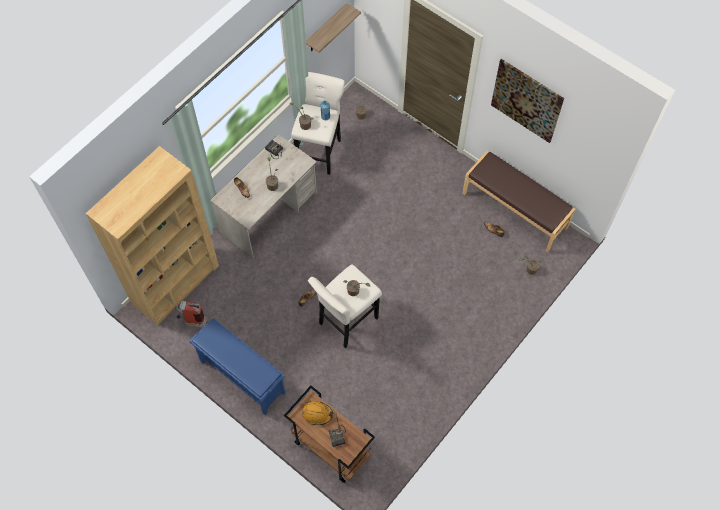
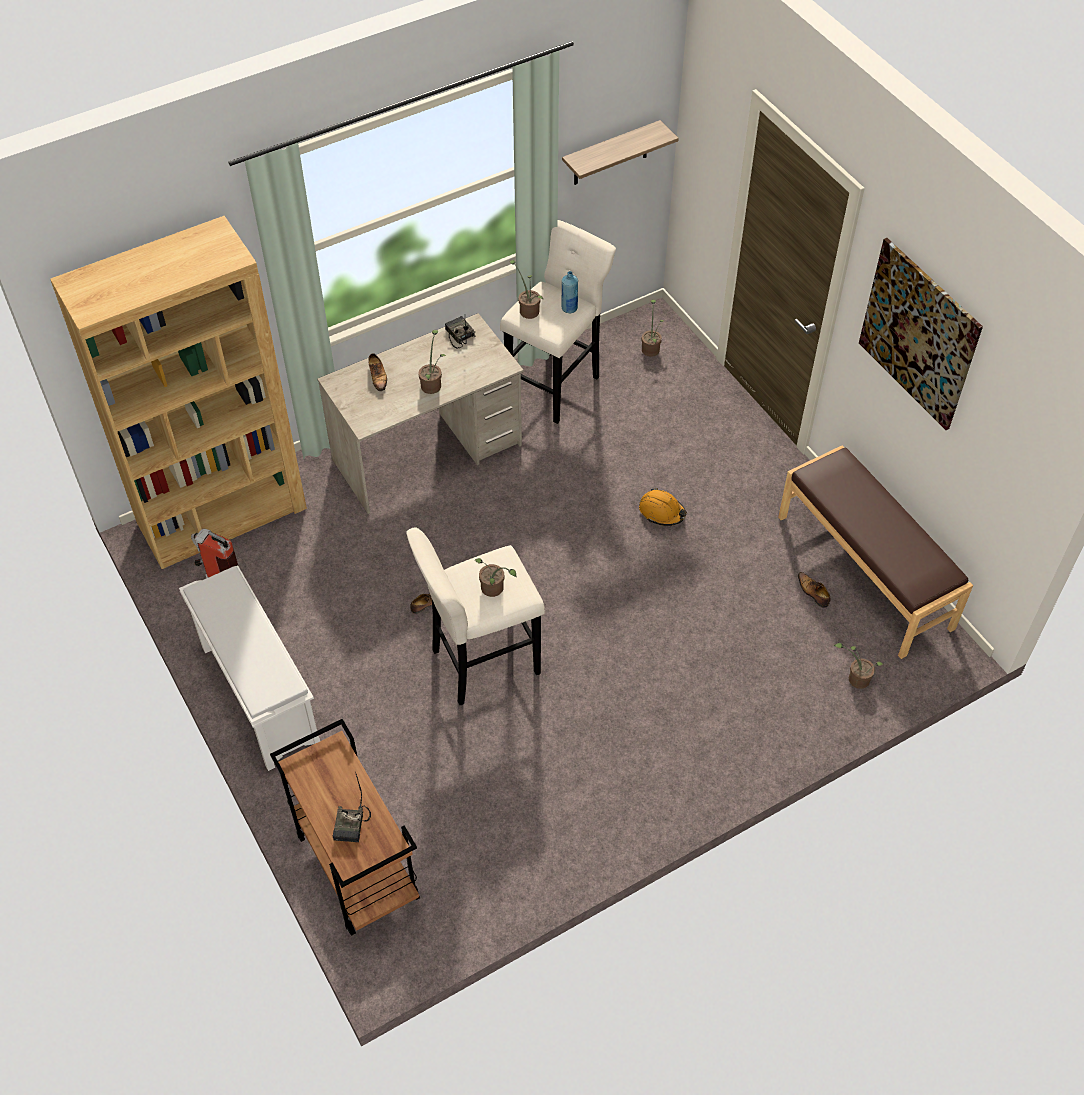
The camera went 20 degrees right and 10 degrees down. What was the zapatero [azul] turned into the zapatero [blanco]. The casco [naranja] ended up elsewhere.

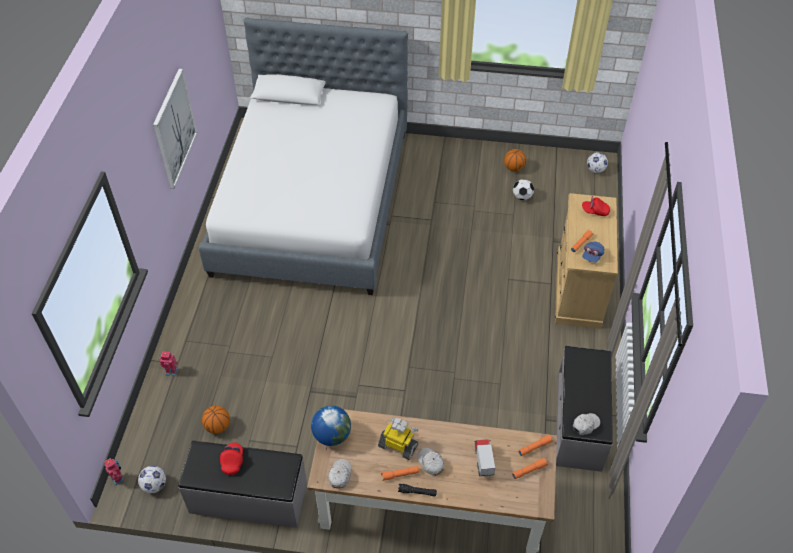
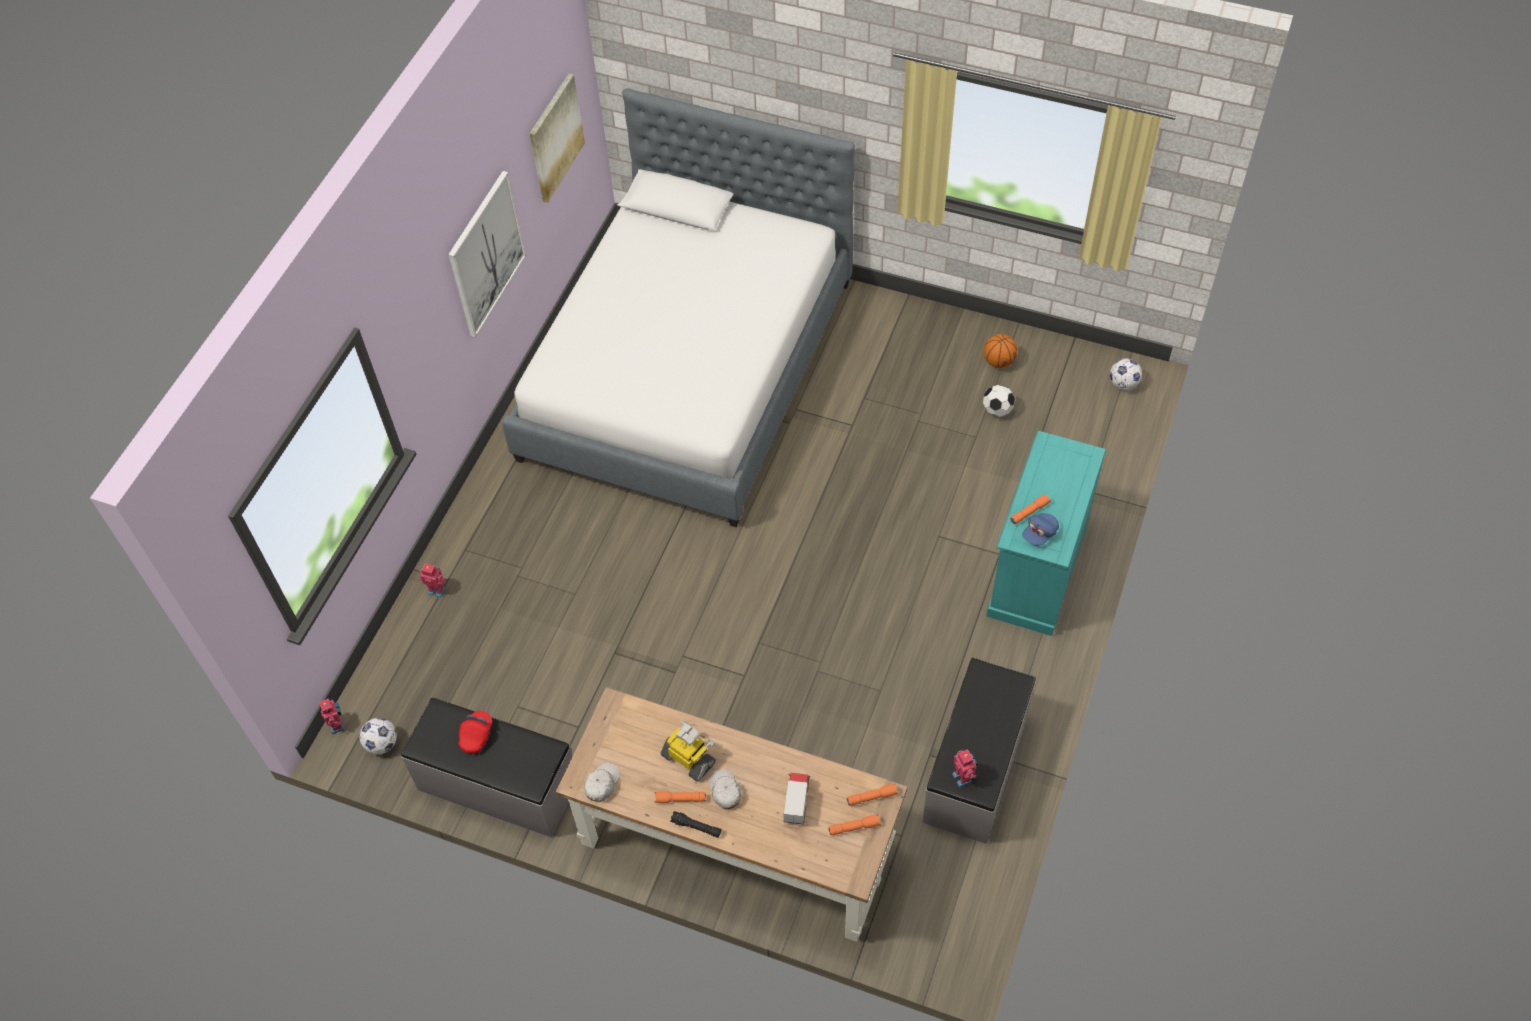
The camera went 15 degrees right and 5 degrees up. The second view lost the balón de baloncesto (no. 1 from left). The second view lost the globo terráqueo. What was the cómoda [beis] turned into the cómoda [turquesa]. Where the gorra [blanco] (no. 3 from left) stood, the robot de juguete (no. 4 from left) came to stand. The second view lost the gorra [rojo] (no. 2 from left). The second view gained the cuadro (no. 2 from left).

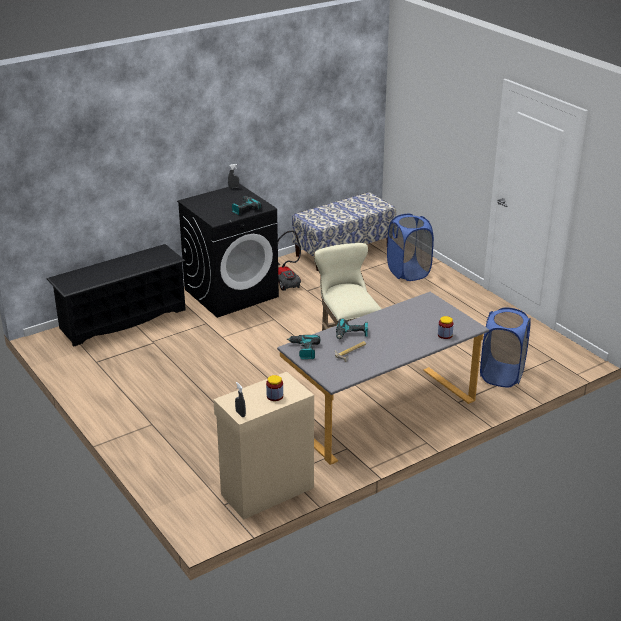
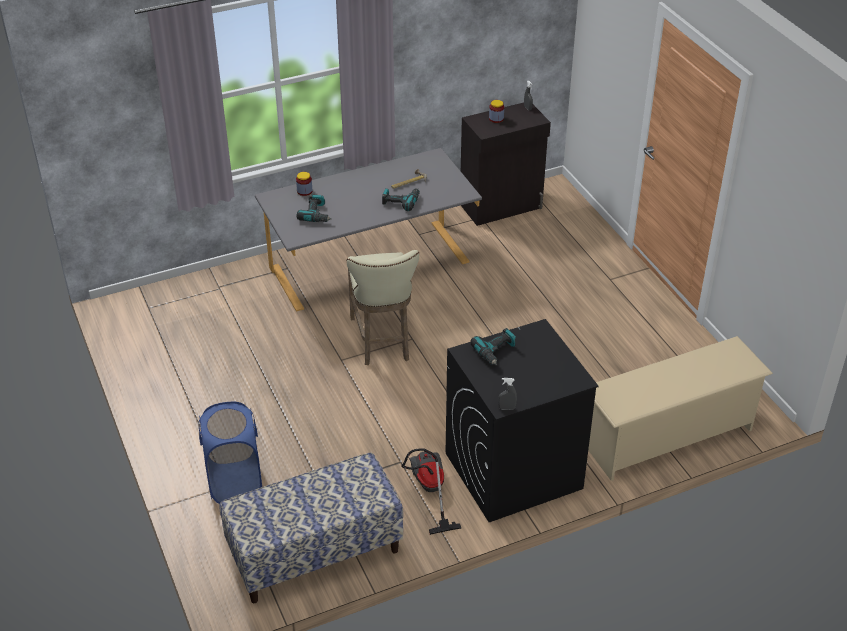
The camera went 170 degrees left and 10 degrees up. What was the zapatero [negro] turned into the zapatero [beis]. What was the armario [beis] turned into the armario [negro]. The taladro (no. 2 from left in the first image) ended up elsewhere. The second view lost the cesto de la ropa [azul] (no. 2 from left).

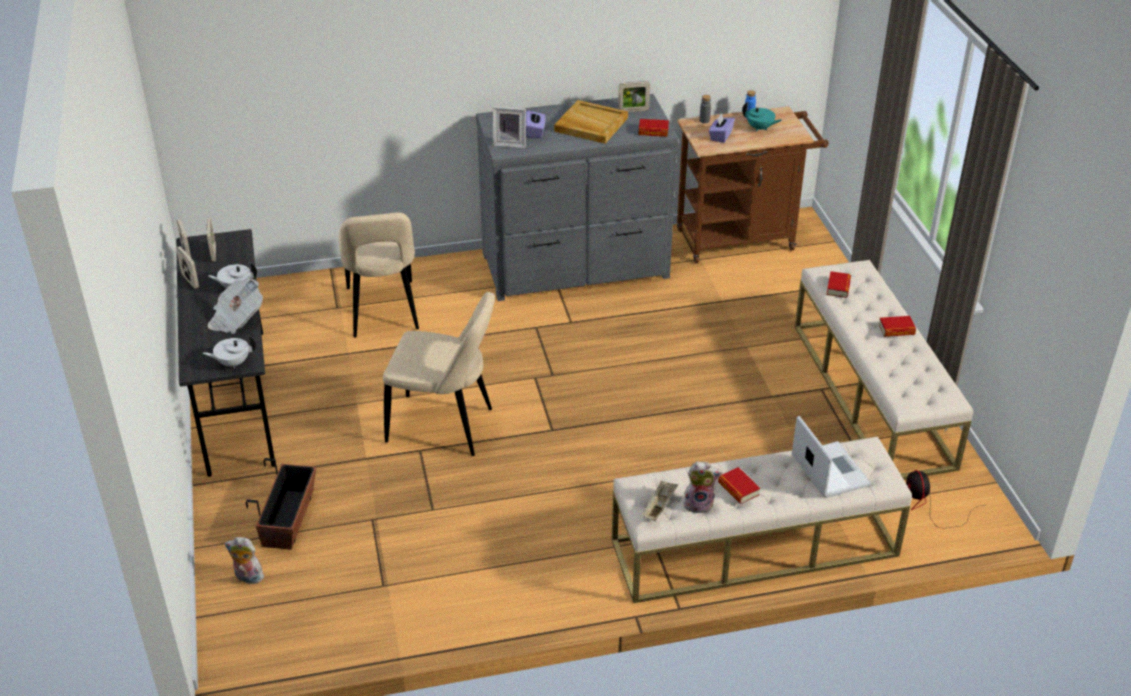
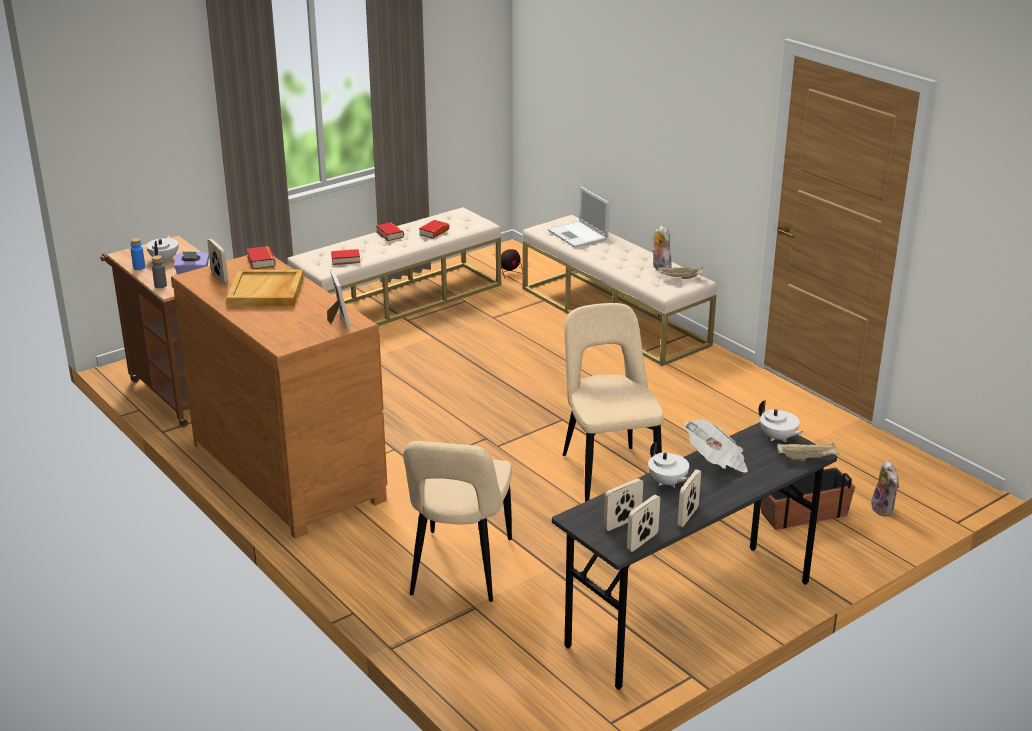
The camera went 115 degrees left and 10 degrees down. The silla [beis] (no. 1 from left) ended up facing another way, 135 degrees clockwise from before. What was the cómoda [gris] turned into the cómoda [marrón]. The second view lost the caja de pañuelos [morado] (no. 1 from left). The libro (no. 2 from left in the first image) ended up elsewhere. What was the tetera [turquesa] turned into the tetera [blanco] (no. 1 from left). The portátil ended up facing another way, 75 degrees counterclockwise from before. The second view gained the bandeja [beis] (no. 3 from left).

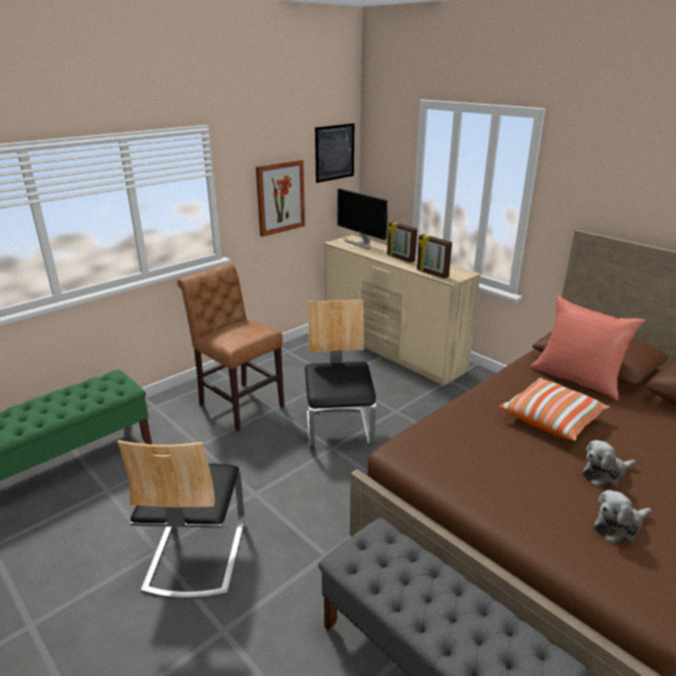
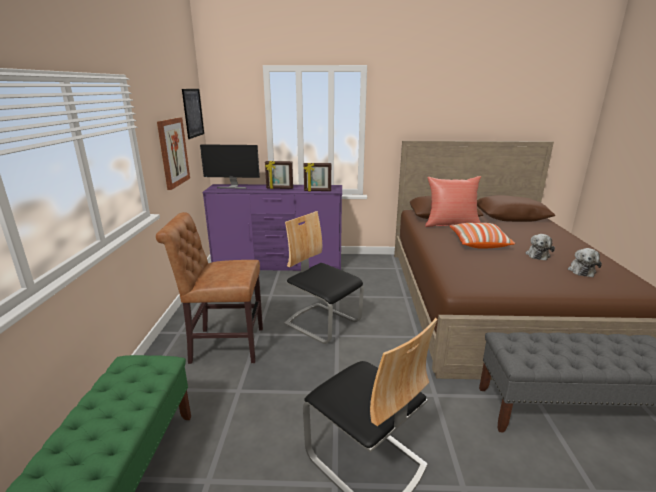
The camera went 45 degrees left and 5 degrees down. What was the cómoda [beis] turned into the cómoda [morado].

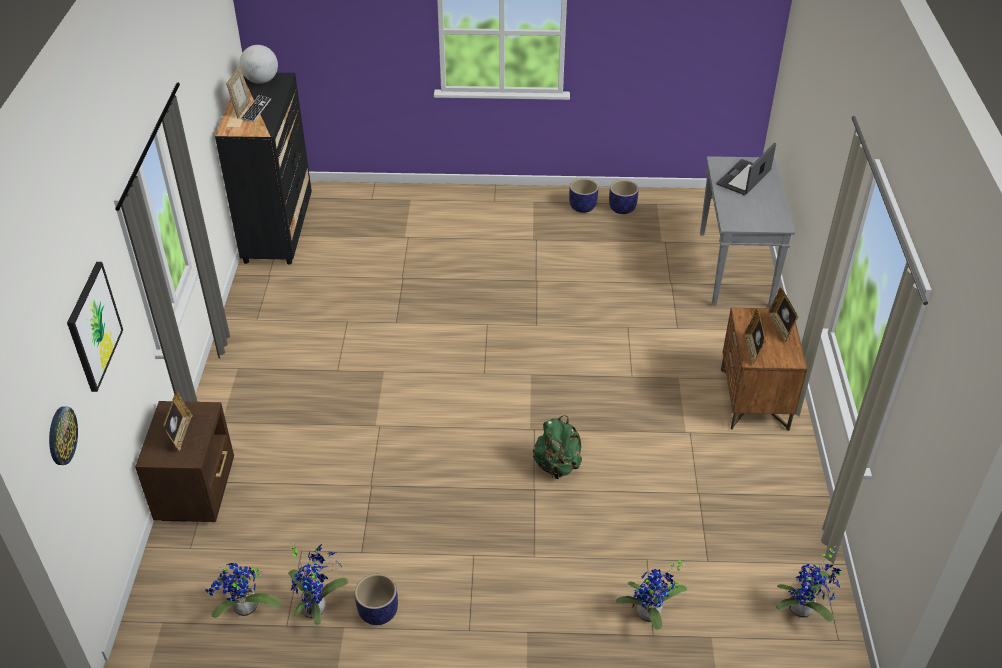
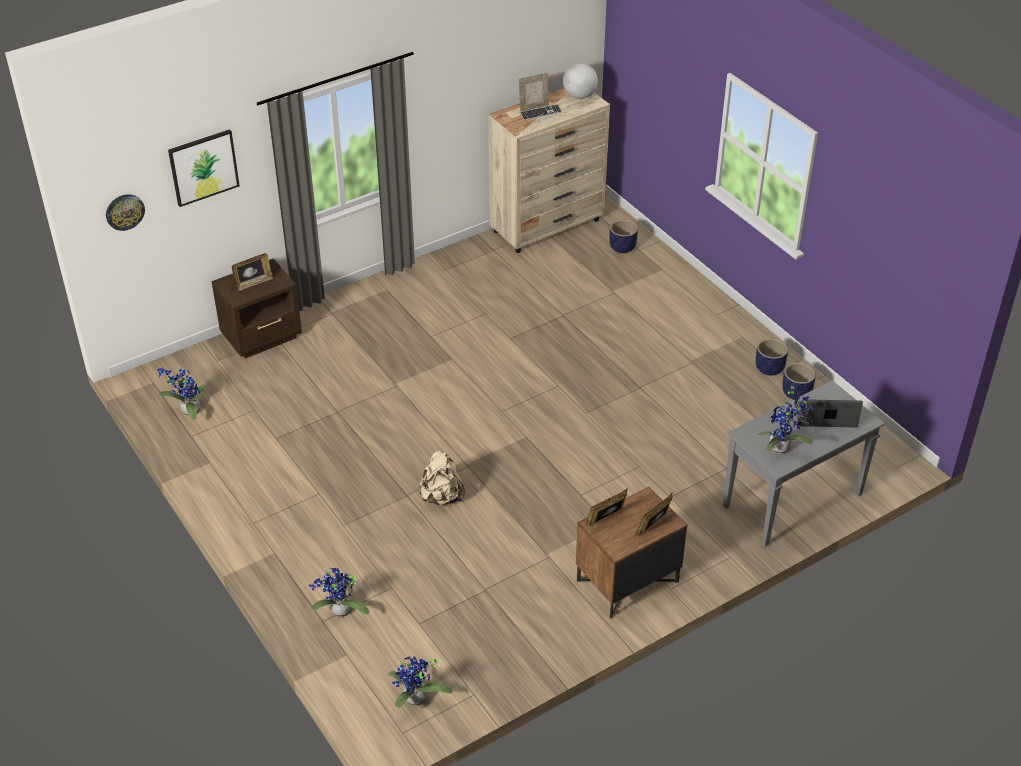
The camera went 55 degrees right and 0 degrees up. What was the cómoda [negro] turned into the cómoda [beis]. The planta en maceta (no. 2 from left in the first image) ended up elsewhere. The maceta (no. 1 from left) ended up elsewhere. What was the mochila [verde] turned into the mochila [beis].

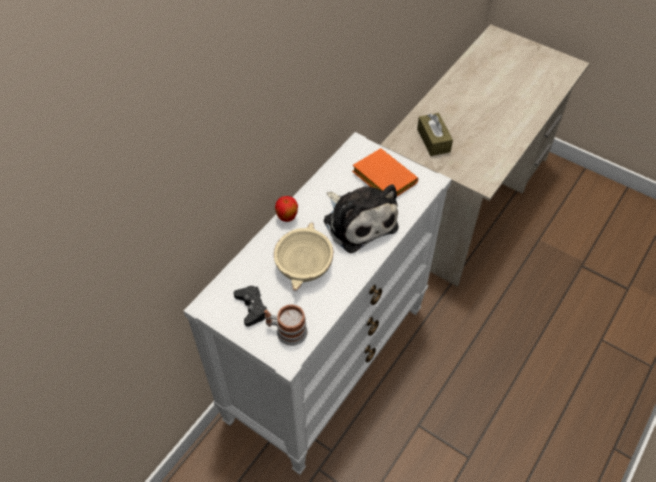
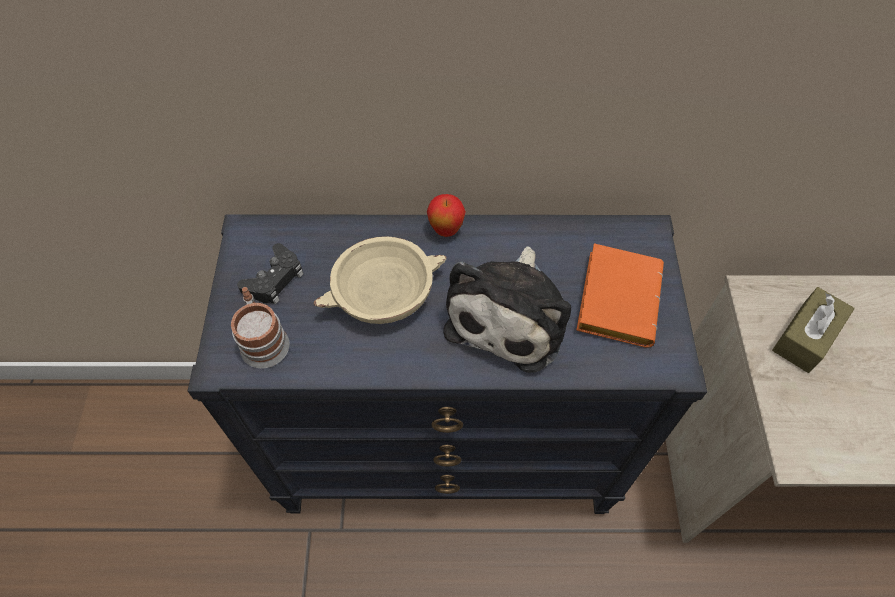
The camera went 55 degrees right and 5 degrees up. What was the cómoda [blanco] turned into the cómoda [negro].

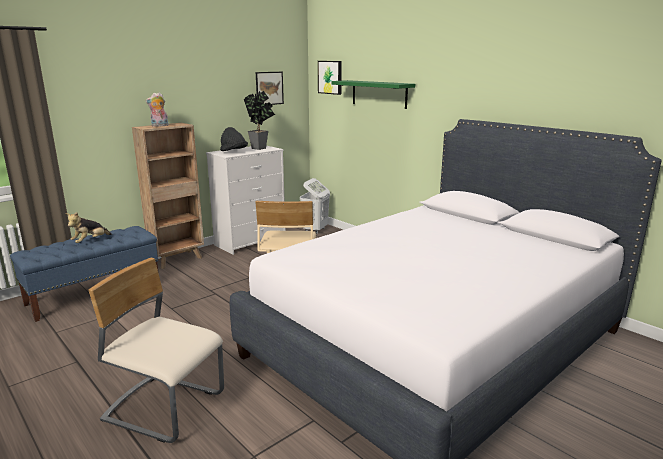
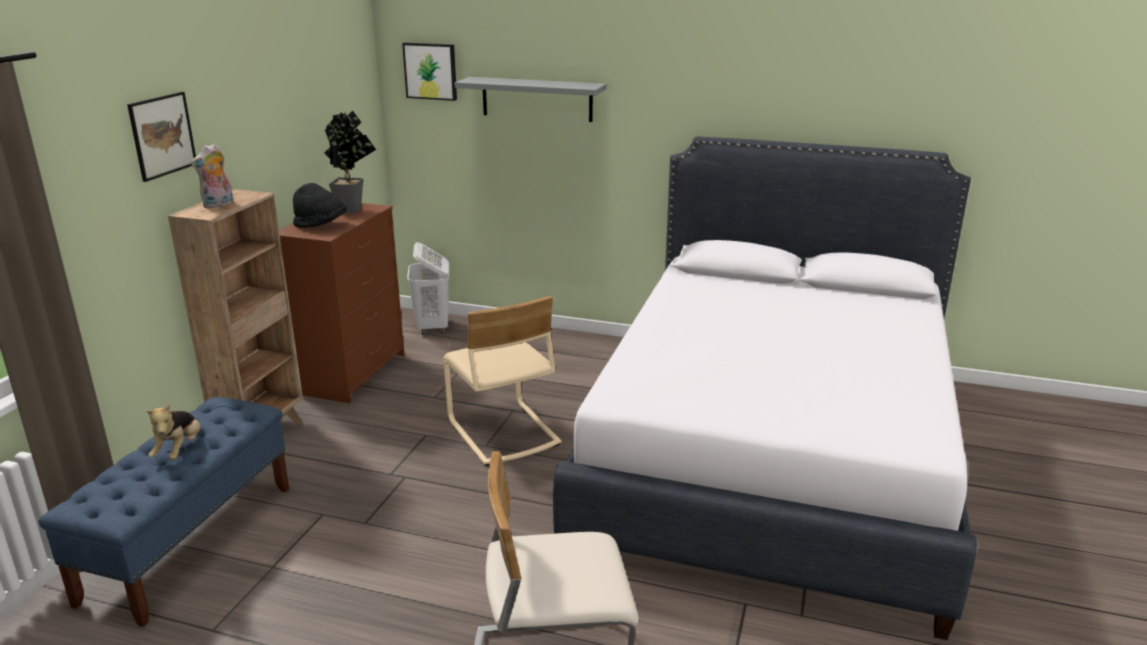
The camera went 30 degrees left and 5 degrees up. What was the cómoda [blanco] turned into the cómoda [marrón]. The cuadro (no. 1 from left) ended up elsewhere. What was the estante [verde] turned into the estante [gris].

